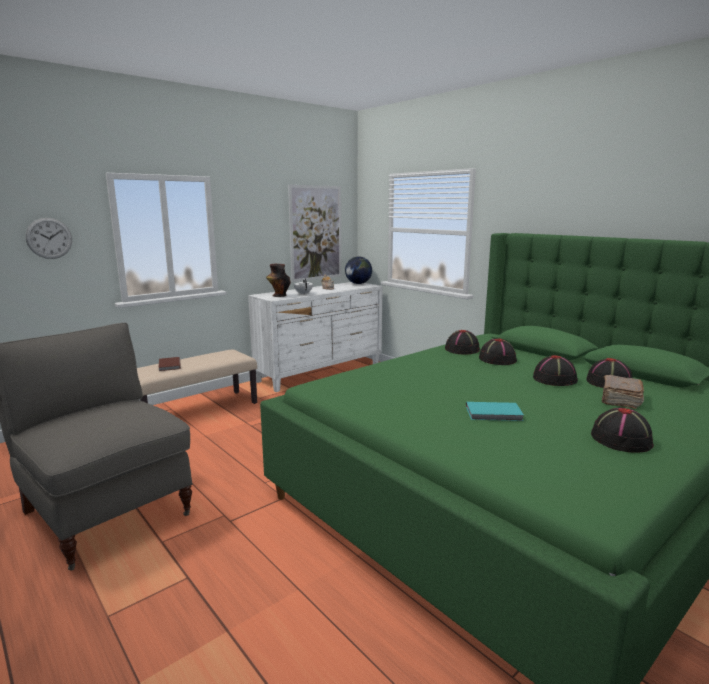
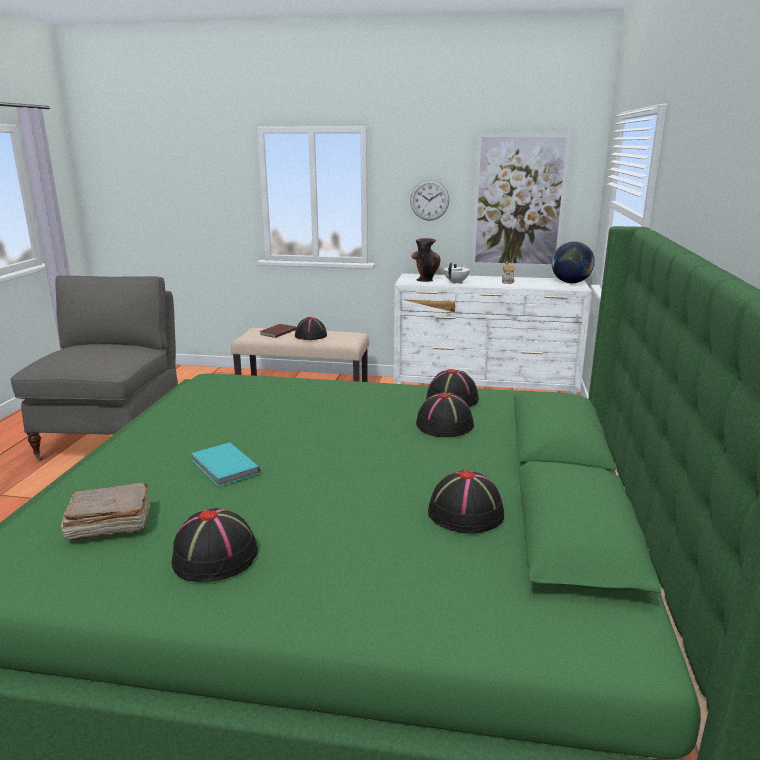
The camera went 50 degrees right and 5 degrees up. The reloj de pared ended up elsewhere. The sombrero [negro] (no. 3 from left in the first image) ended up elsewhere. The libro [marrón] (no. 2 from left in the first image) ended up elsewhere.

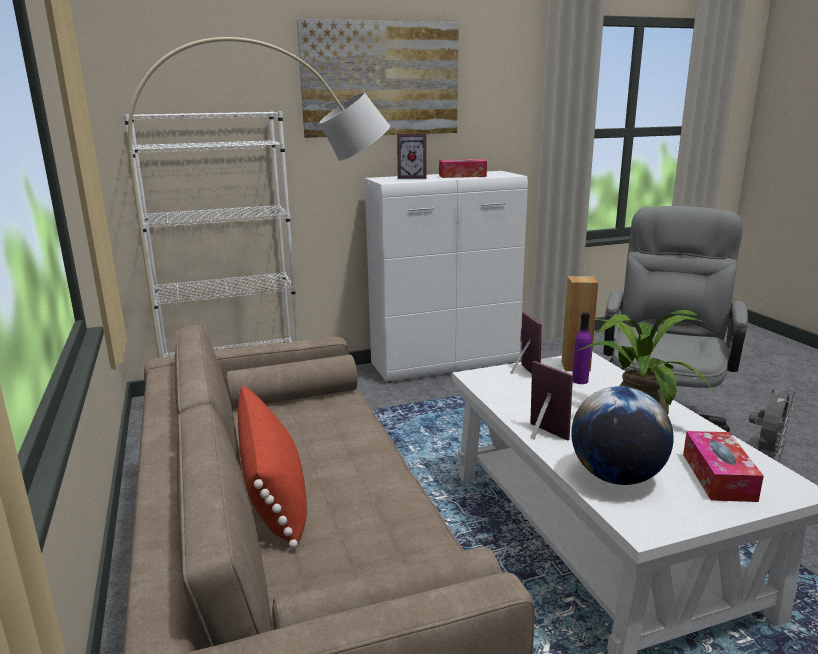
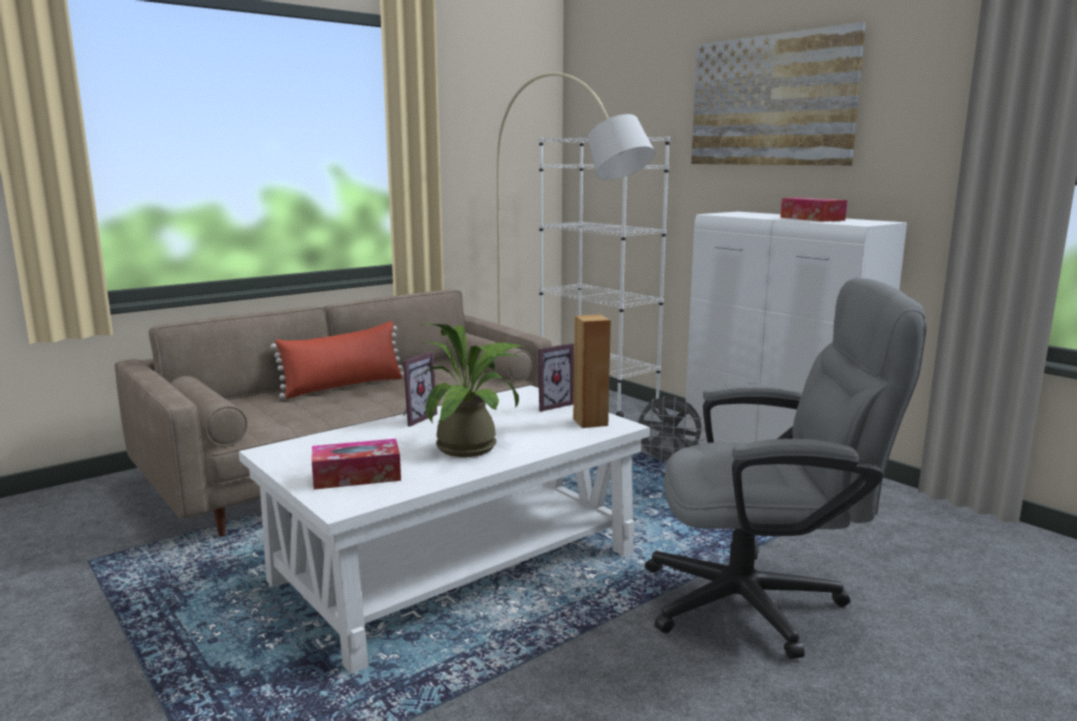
The camera went 70 degrees right and 5 degrees down. The second view lost the portarretratos (no. 1 from left). The second view lost the globo terráqueo. The second view lost the botella [morado]. The ventilador [gris] ended up elsewhere.

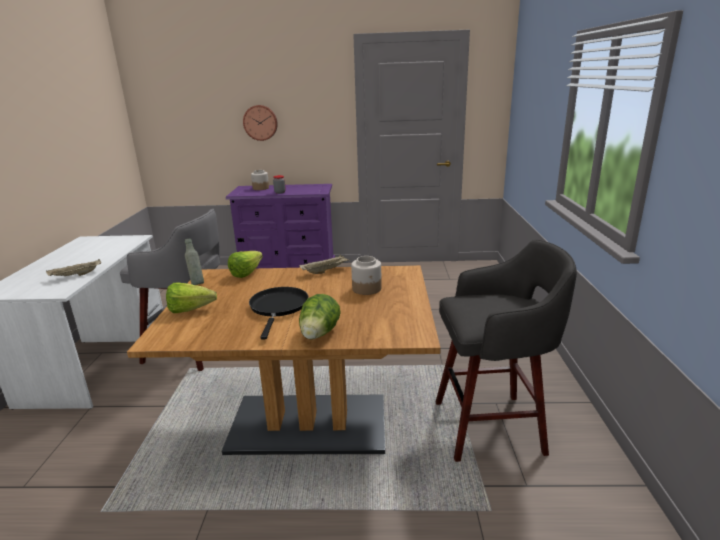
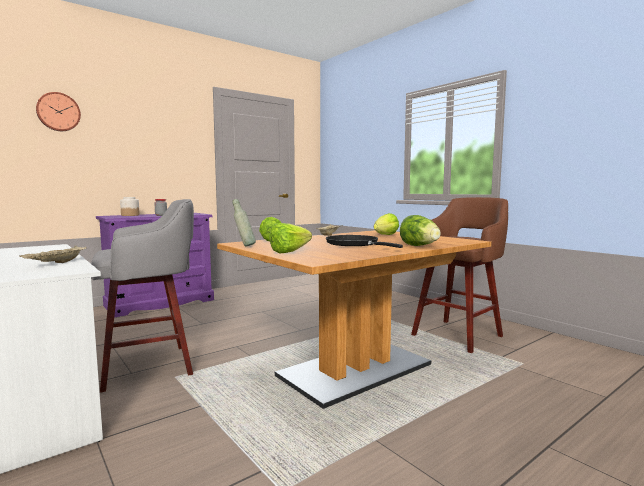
The camera went 40 degrees left and 15 degrees down. The reloj de pared ended up elsewhere. Where the tarro (no. 3 from left) stood, the lechuga (no. 3 from left) came to stand. What was the taburete [gris] (no. 2 from left) turned into the taburete [marrón].

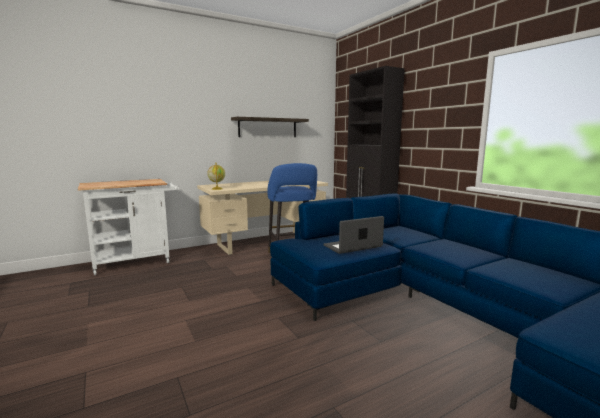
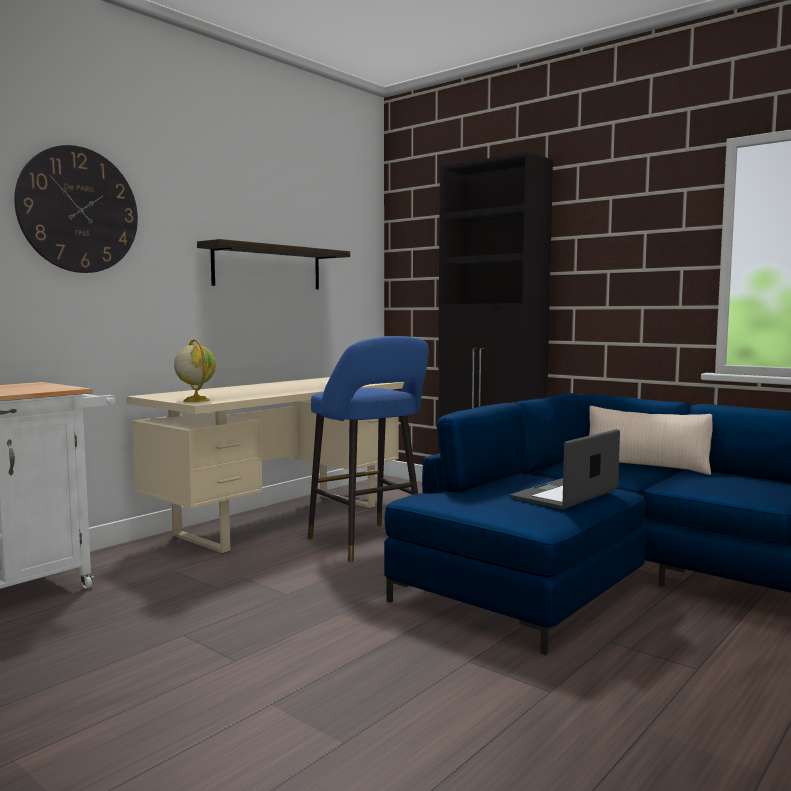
The camera went 20 degrees left and 5 degrees down. The second view gained the reloj de pared. The second view gained the cojín [beis].

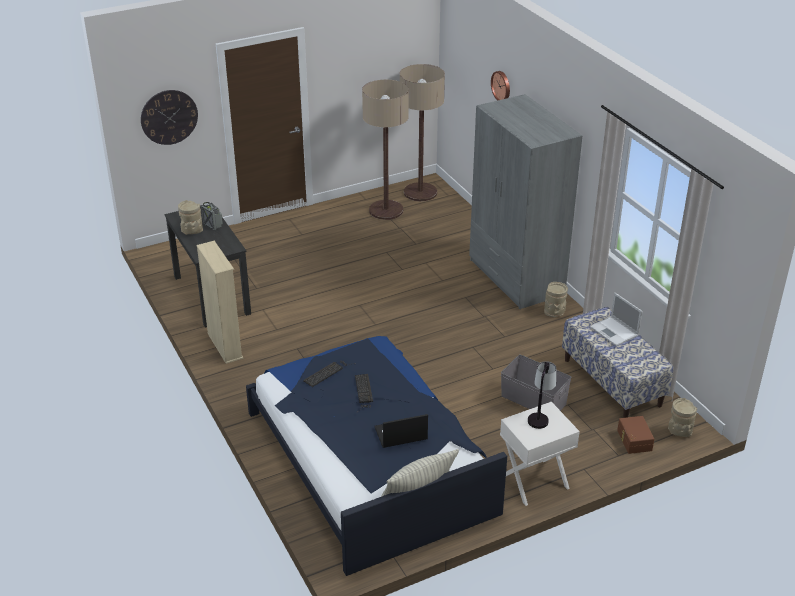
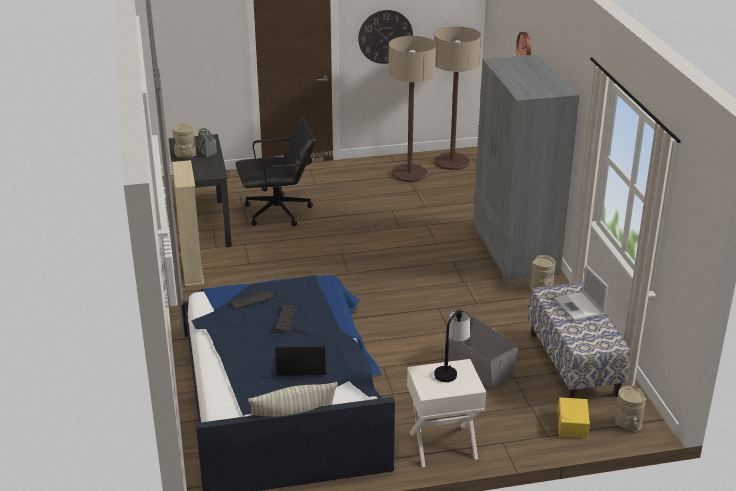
The camera went 15 degrees right and 5 degrees down. The reloj de pared (no. 1 from left) ended up elsewhere. What was the caja de almacenaje [marrón] turned into the caja de almacenaje [amarillo]. The second view gained the silla de oficina [negro].

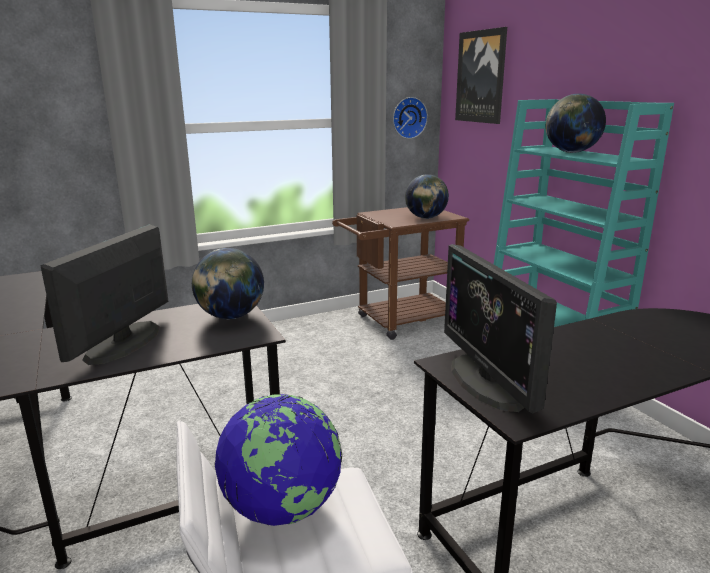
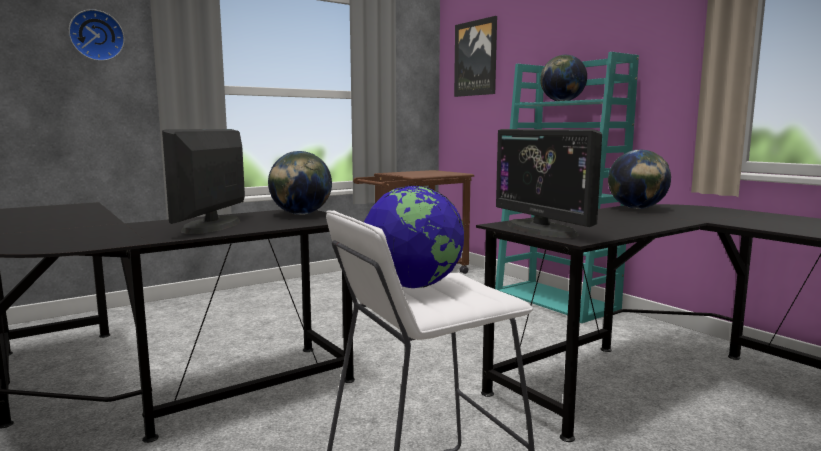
The camera went 10 degrees left and 10 degrees down. The reloj de pared ended up elsewhere. The globo terráqueo (no. 3 from left in the first image) ended up elsewhere.

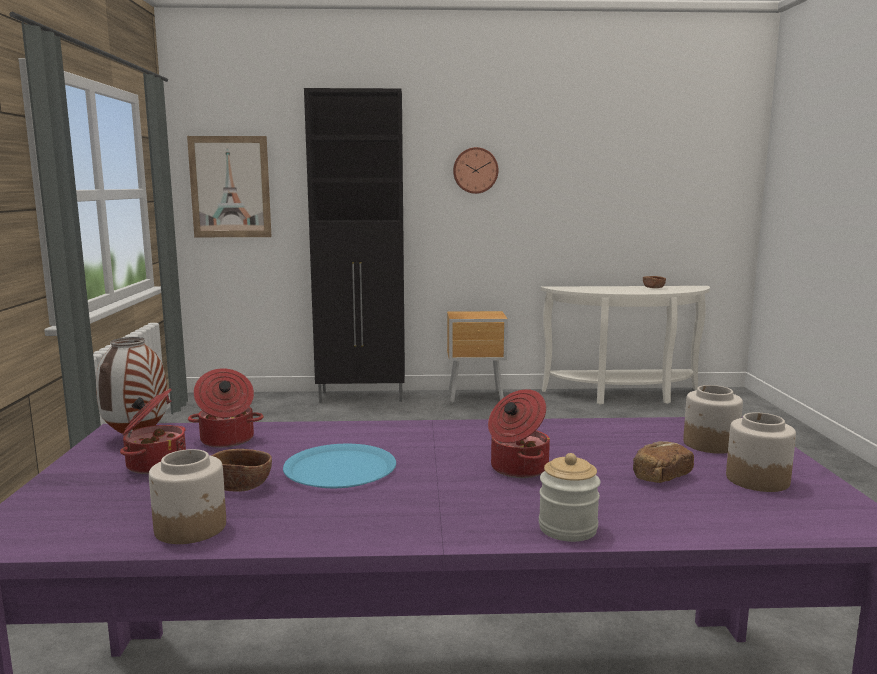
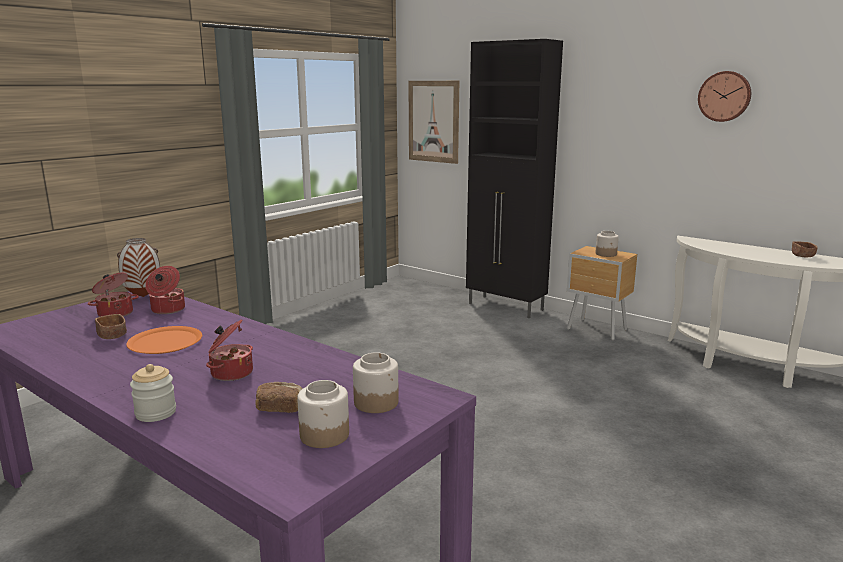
The camera went 40 degrees right and 5 degrees up. The tarro (no. 1 from left in the first image) ended up elsewhere. What was the plato [azul] turned into the plato [naranja]. The reloj de pared ended up elsewhere.

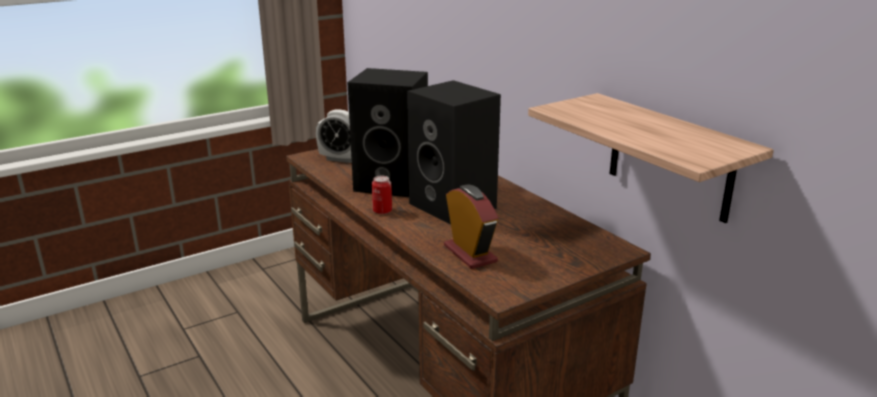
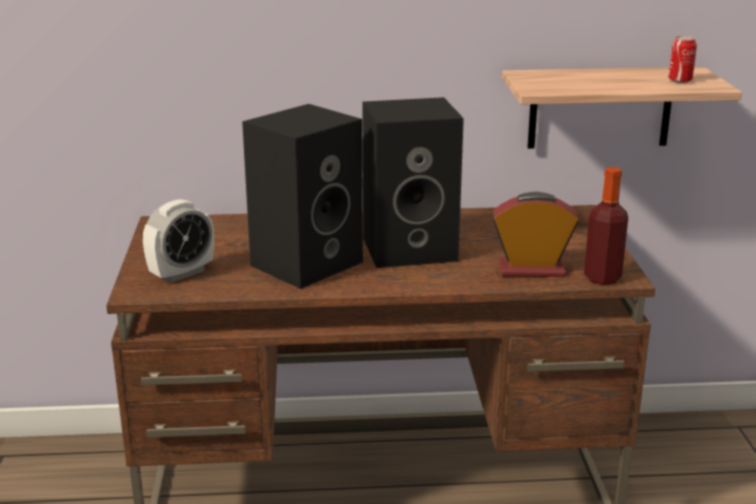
The camera went 60 degrees left and 0 degrees up. The lata ended up elsewhere. The second view gained the botella.

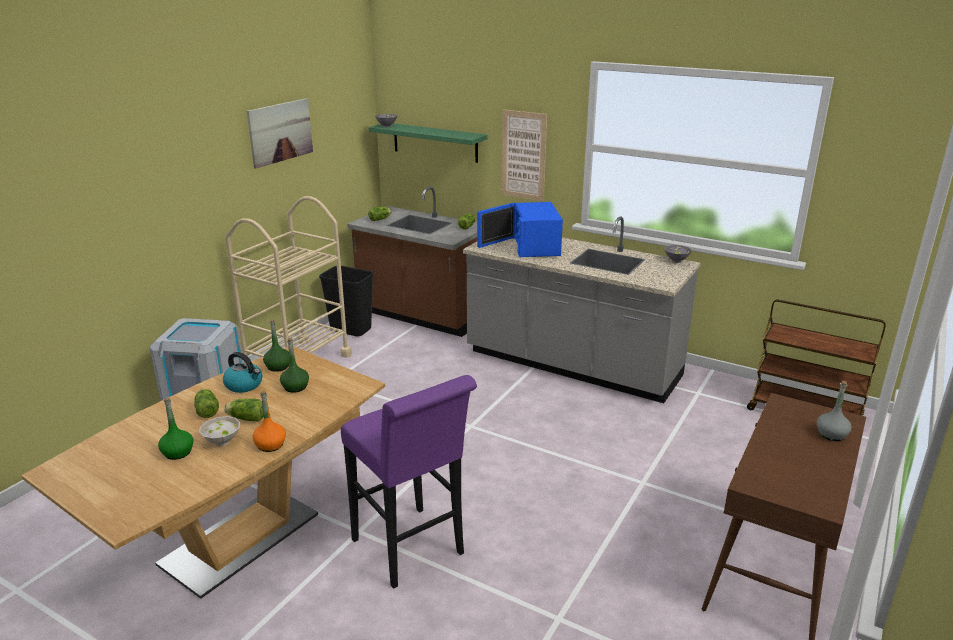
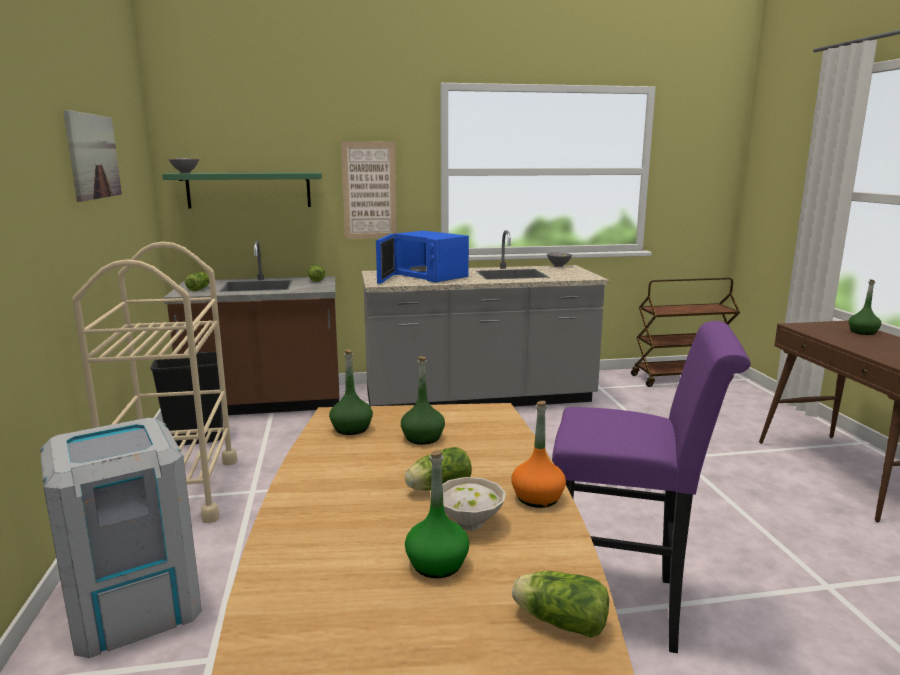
The camera went 40 degrees left and 10 degrees down. The lechuga (no. 1 from left in the first image) ended up elsewhere. The second view lost the hervidor. What was the botella [gris] turned into the botella [verde] (no. 4 from left).

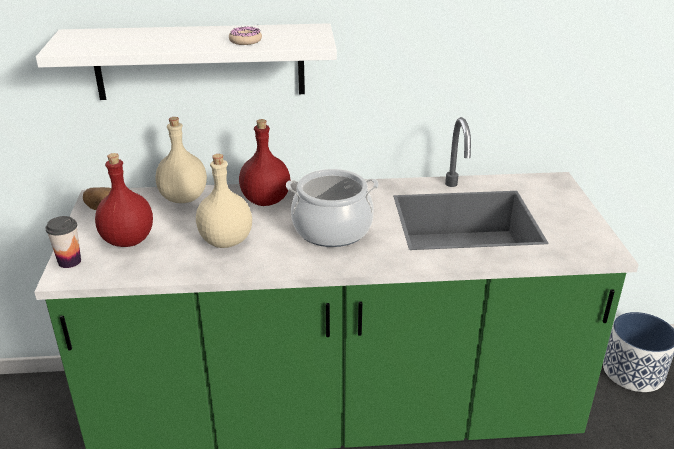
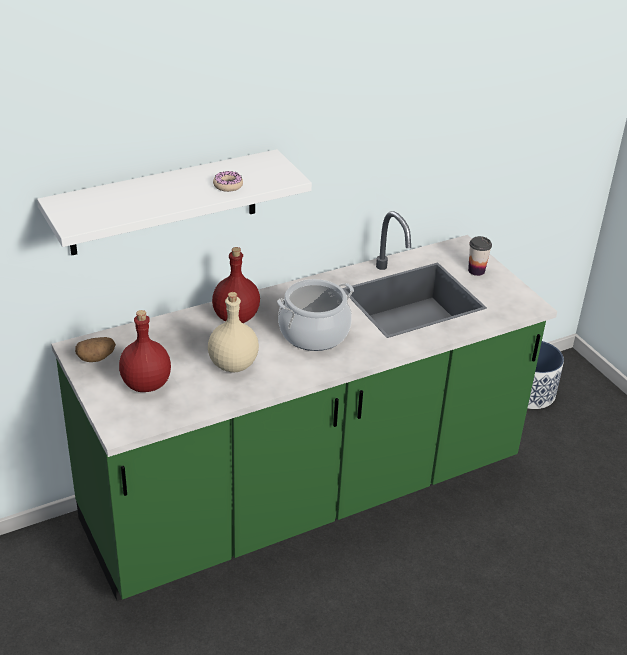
The camera went 25 degrees left and 5 degrees up. The taza ended up elsewhere. The second view lost the botella [beis] (no. 1 from left).

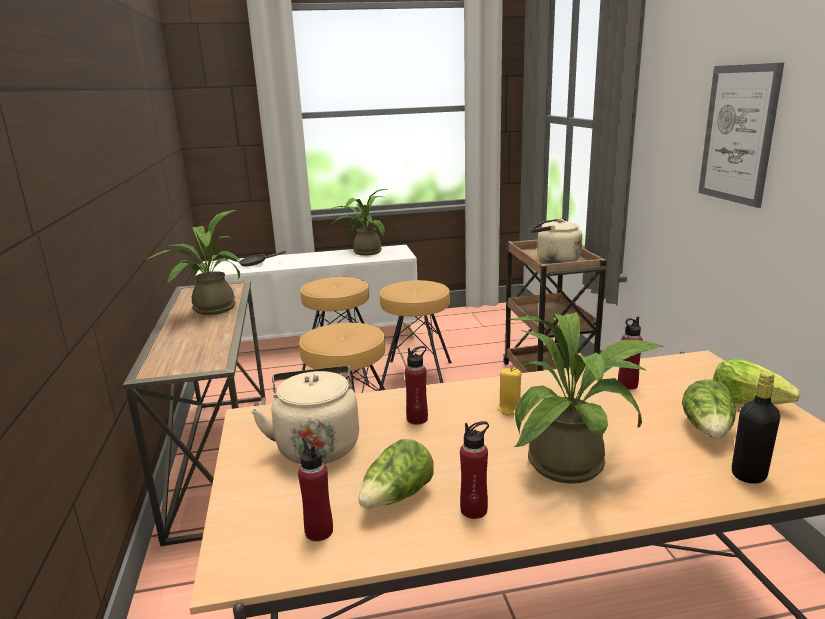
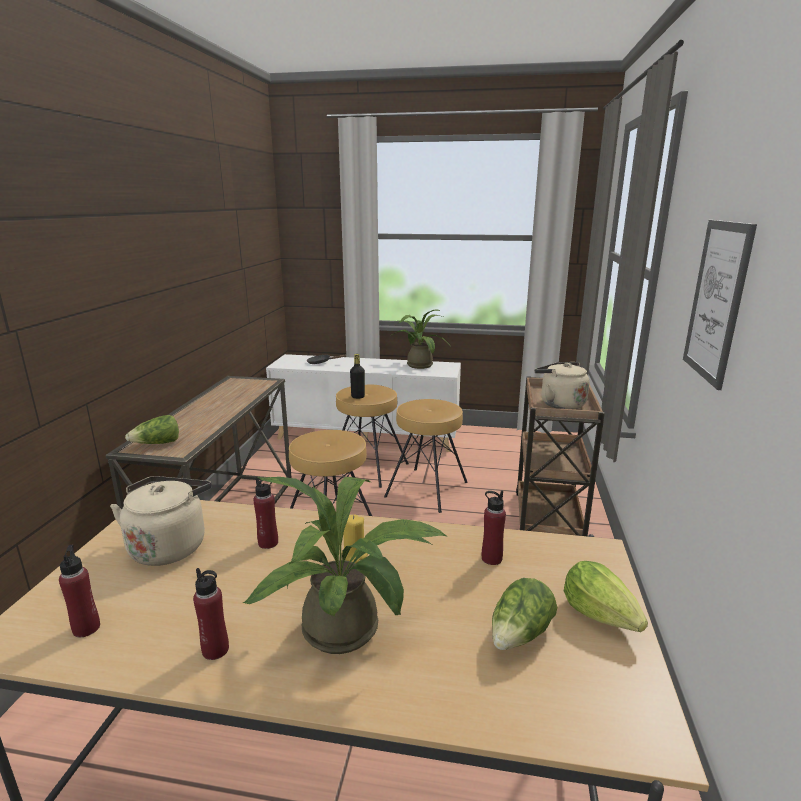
The camera went 20 degrees right and 0 degrees up. The second view lost the planta en maceta (no. 1 from left). The lechuga (no. 1 from left) ended up elsewhere. The botella [negro] ended up elsewhere.

